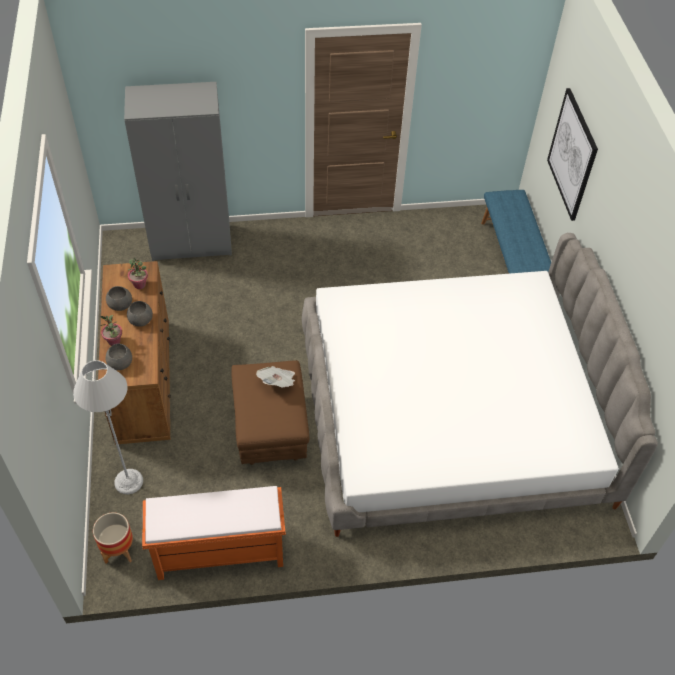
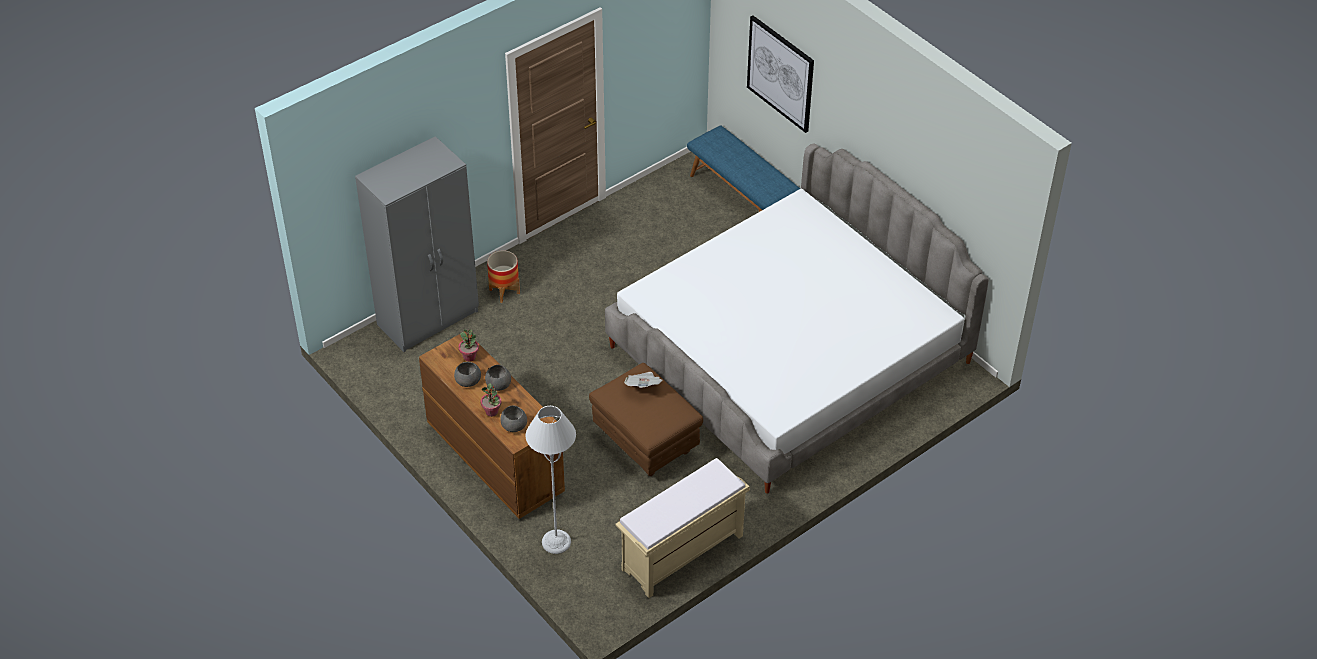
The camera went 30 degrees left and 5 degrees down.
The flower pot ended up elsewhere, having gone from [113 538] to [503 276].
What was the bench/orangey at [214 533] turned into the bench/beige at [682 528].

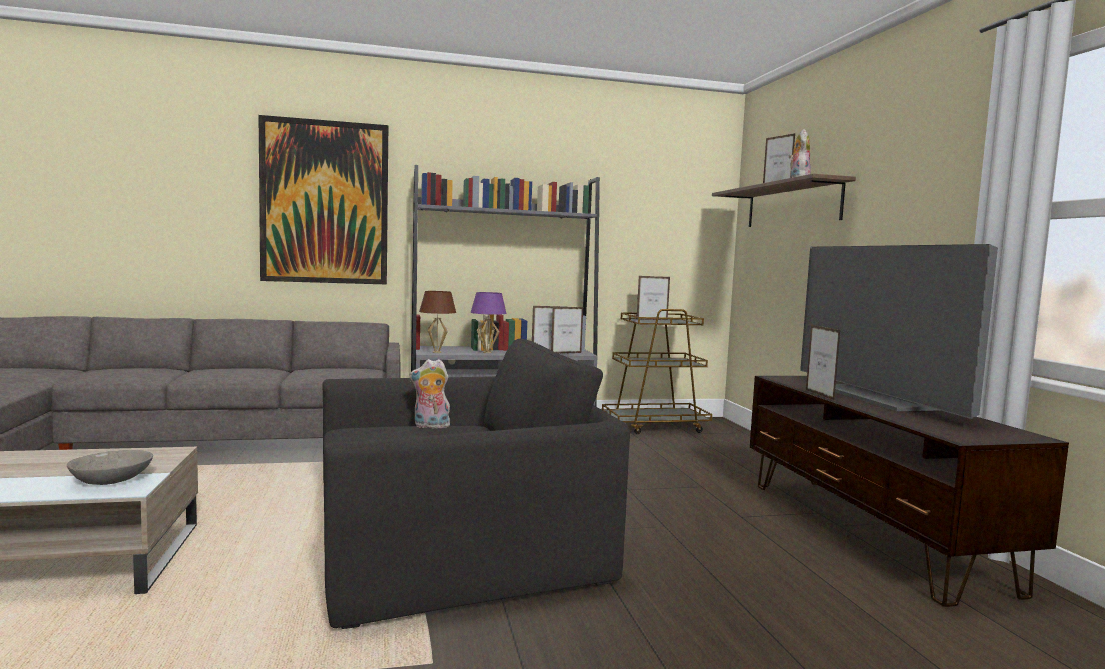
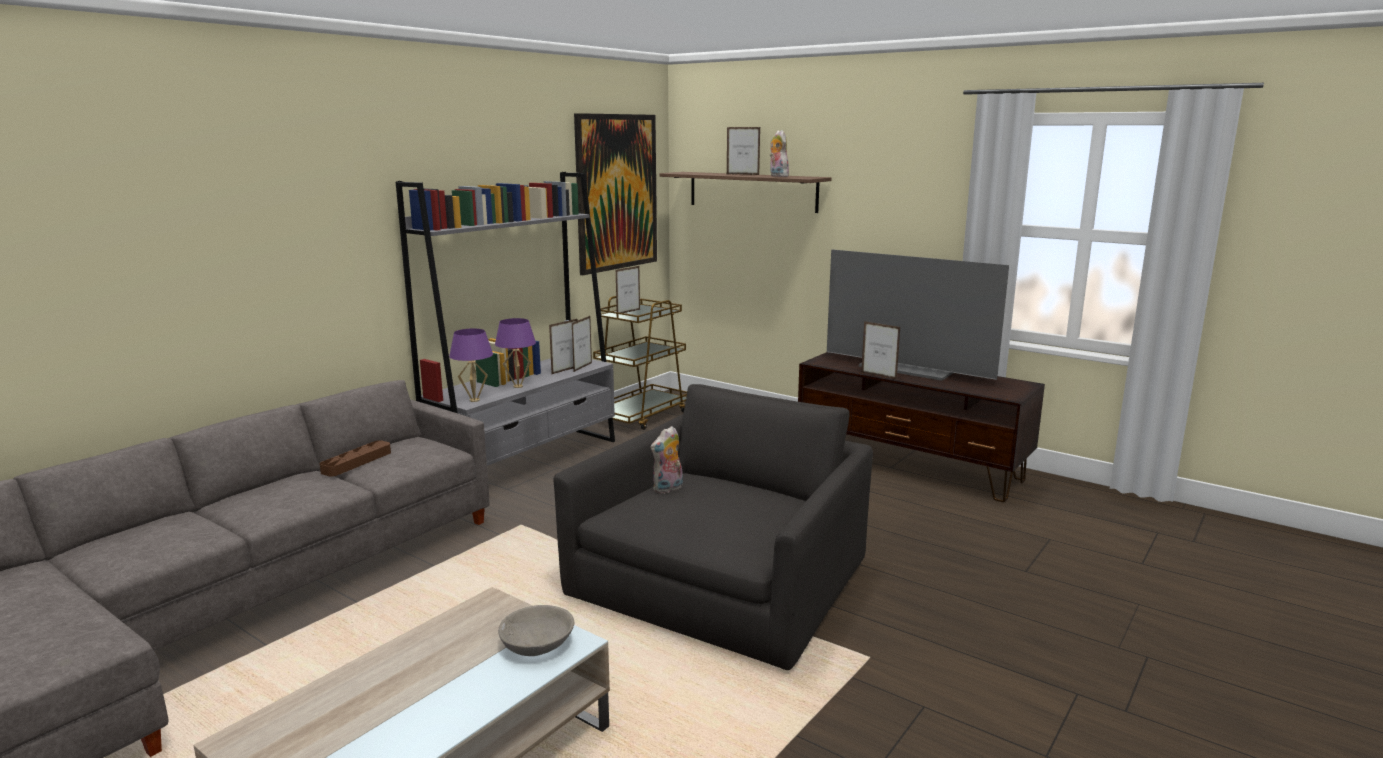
The camera went 40 degrees left and 10 degrees up.
The second view gained the tray/brown-coloured at [355 458].
What was the table lamp/brown-coloured at [437 322] turned into the table lamp/purplish at [471 365].
The wall picture ended up elsewhere, having gone from [323 200] to [615 194].

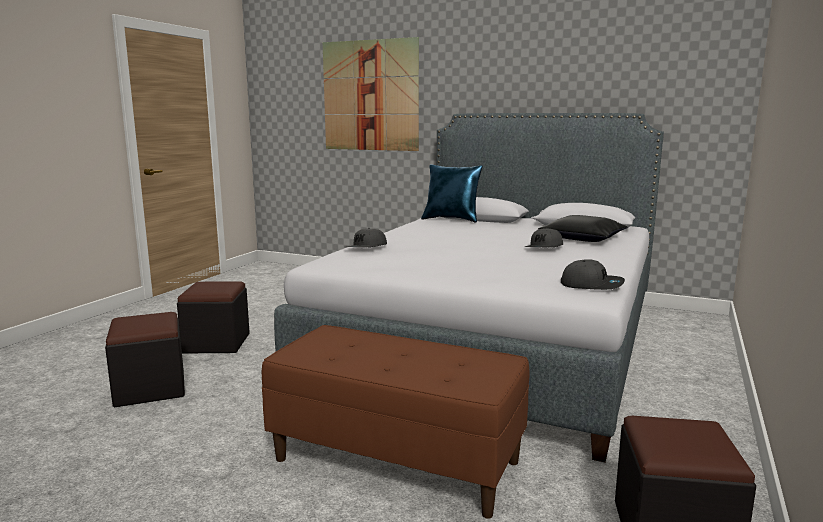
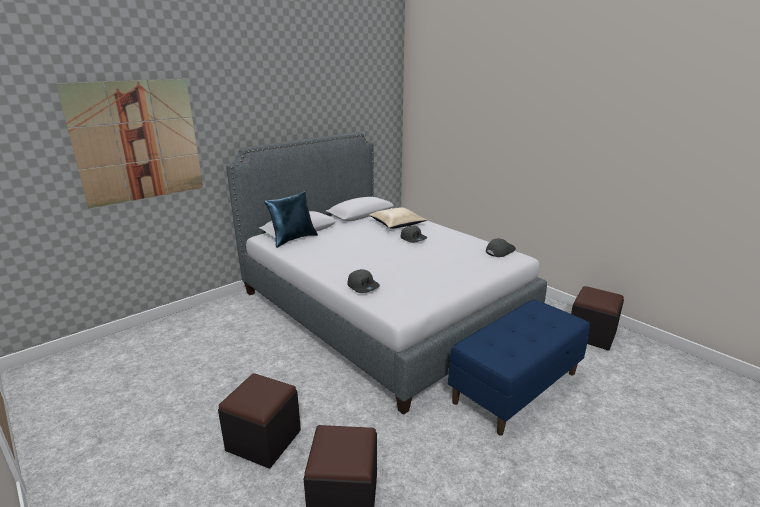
The camera went 65 degrees left and 10 degrees up.
What was the throw pillow/blackish at [582 228] turned into the throw pillow/beige at [398 218].
What was the bench/brown-coloured at [395 422] turned into the bench/blue at [519 367].

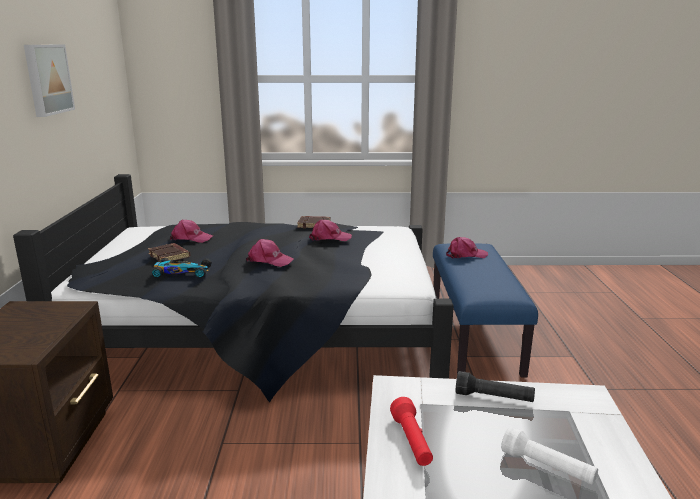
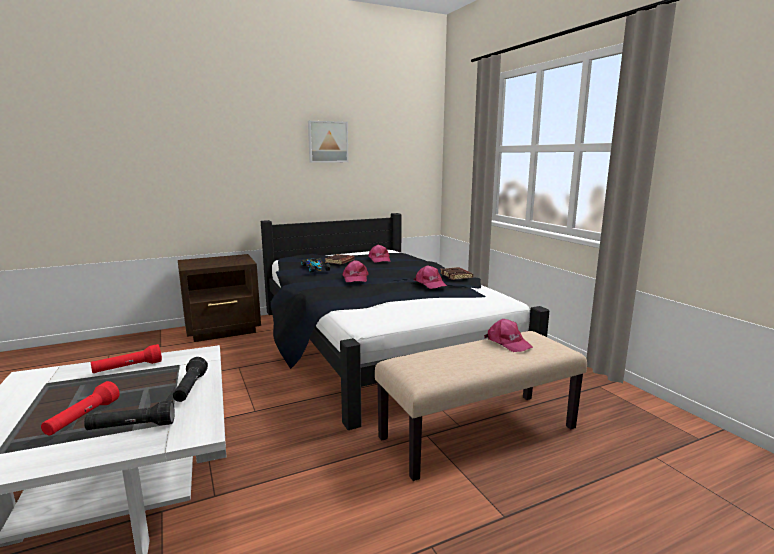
The camera went 65 degrees right and 5 degrees down.
What was the hand torch/white-coloured at [549 455] turned into the hand torch/red at [80 408].
The second view gained the hand torch/blackish at [129 415].
What was the bench/blue at [485 310] turned into the bench/beige at [481 406].

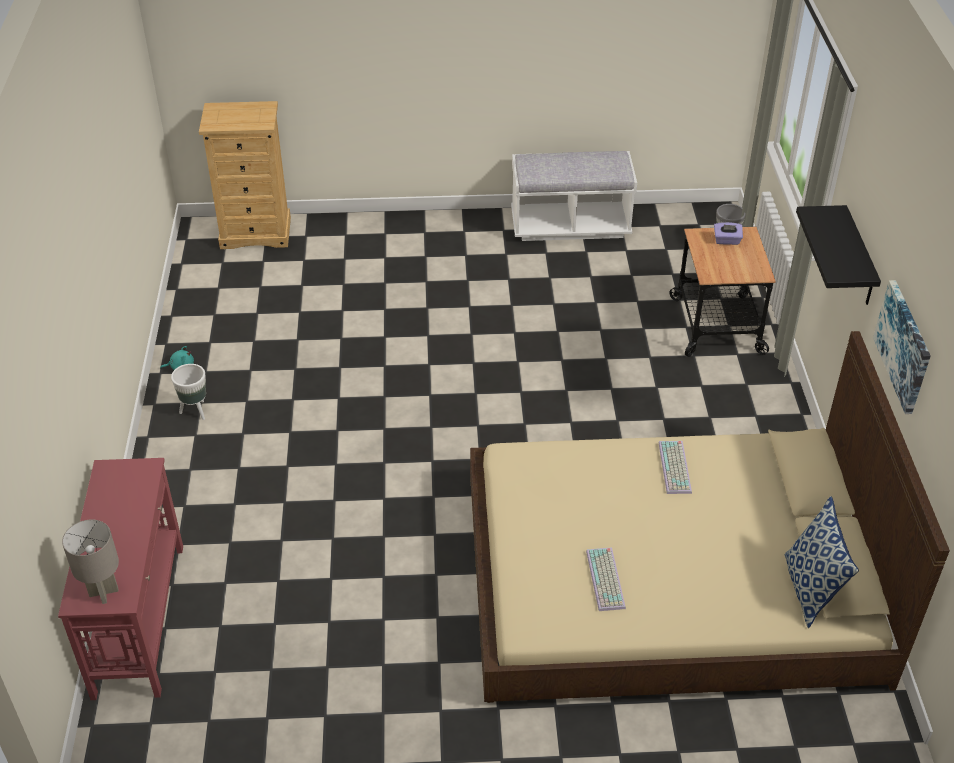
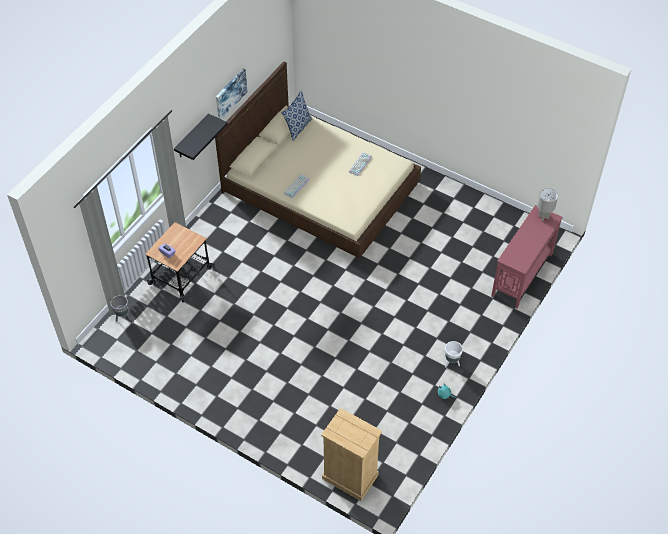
The camera went 145 degrees left and 10 degrees up.
The second view lost the bench/white-coloured at [574 196].

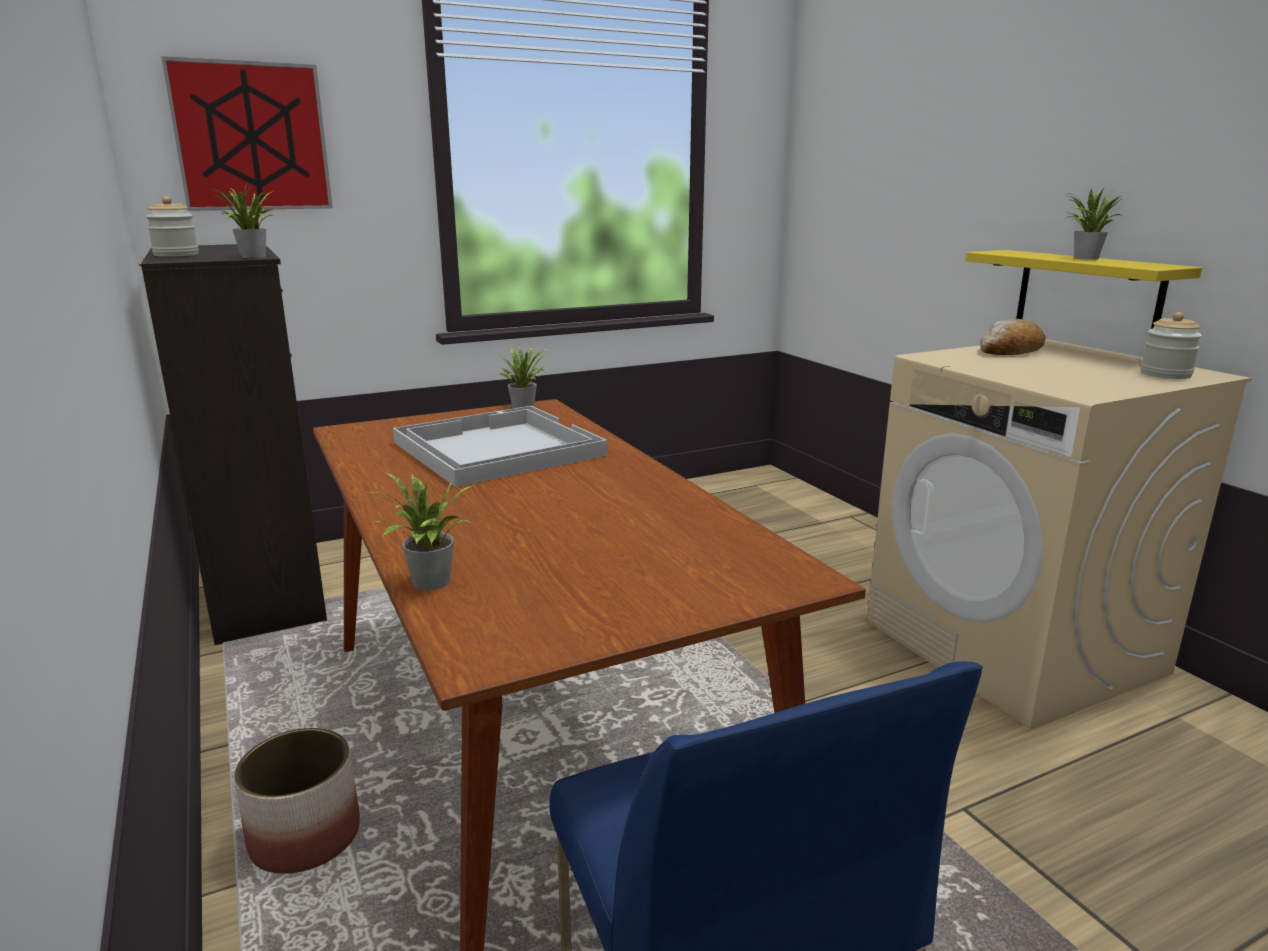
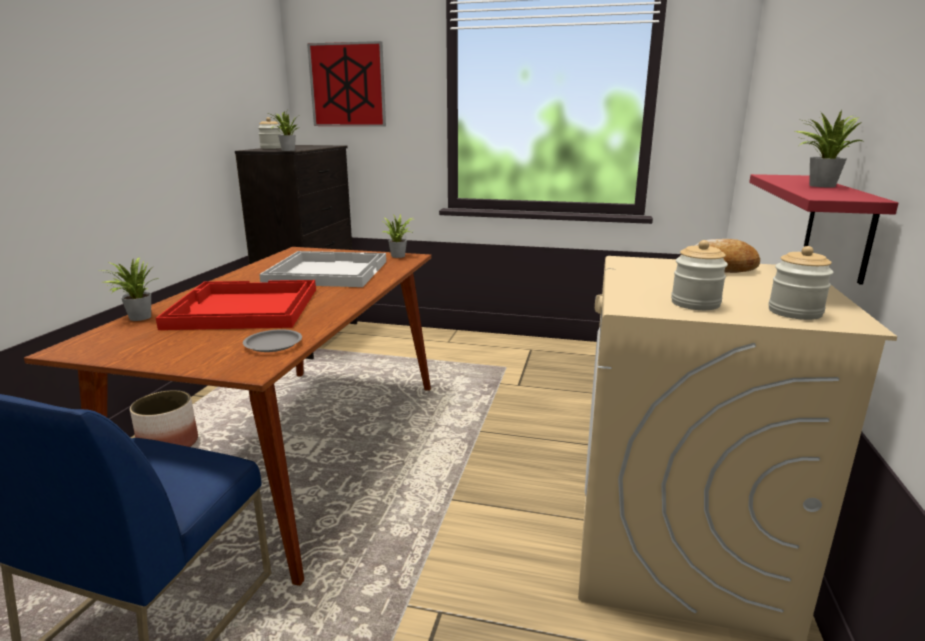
The camera went 40 degrees right and 0 degrees up.
The second view gained the tray/red at [236 305].
The second view gained the flat dish/greyish at [272 340].
The second view gained the preserve jar at [699 275].
What was the wall shelf/yellow-coloured at [1083 289] turned into the wall shelf/red at [823 229].

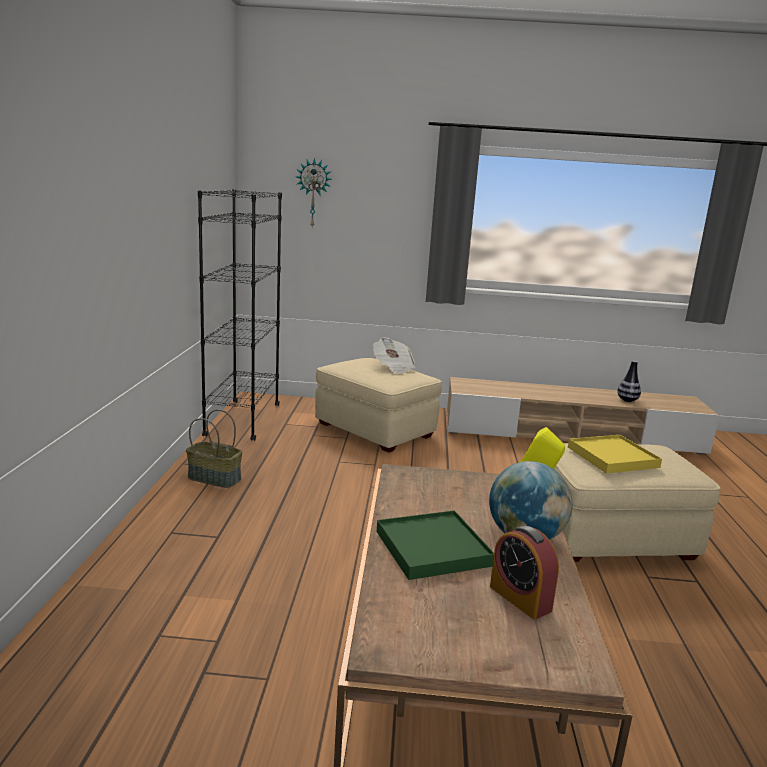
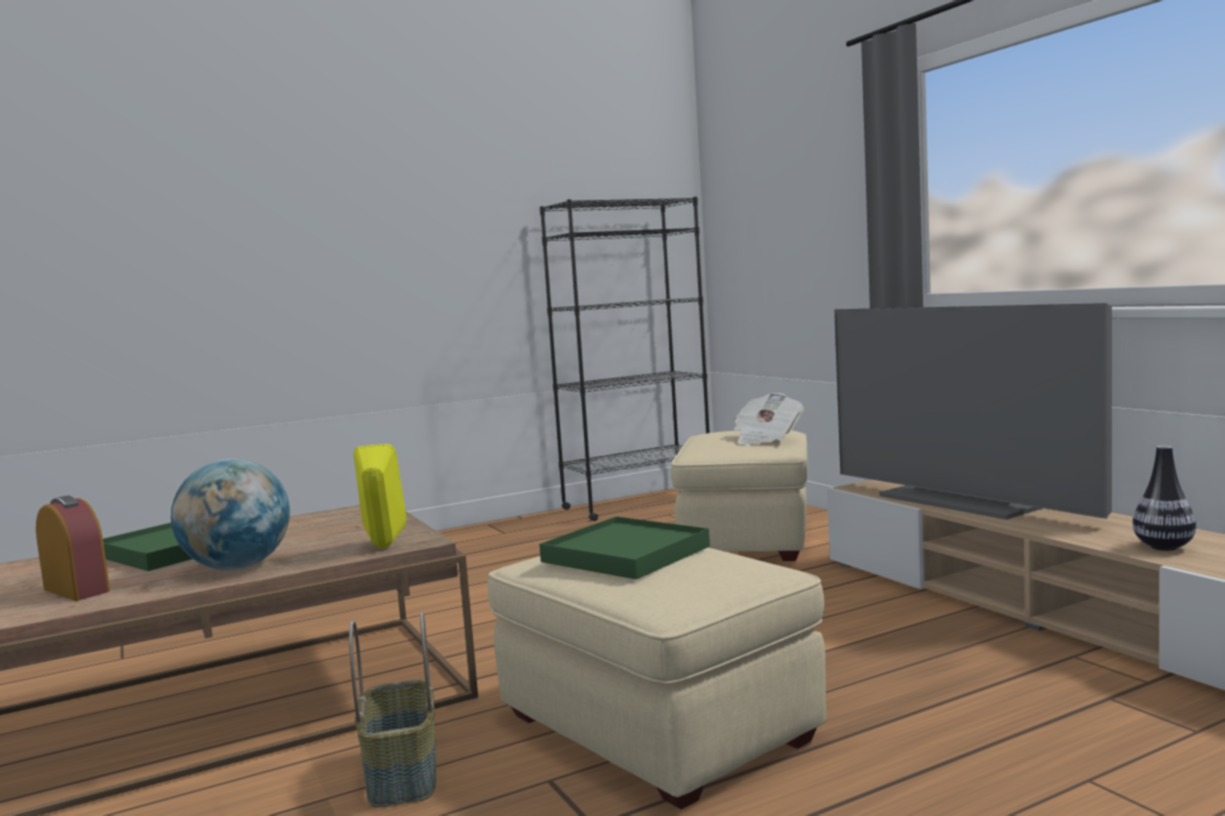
The camera went 60 degrees right and 10 degrees down.
The alarm clock at [524 572] ended up facing another way, 105 degrees clockwise from before.
The storage basket ended up elsewhere, having gone from [214 448] to [392 709].
What was the tray/yellow-coloured at [615 454] turned into the tray/green at [624 547].
The second view gained the TV at [973 411].
The second view lost the clock on the wall at [314 192].

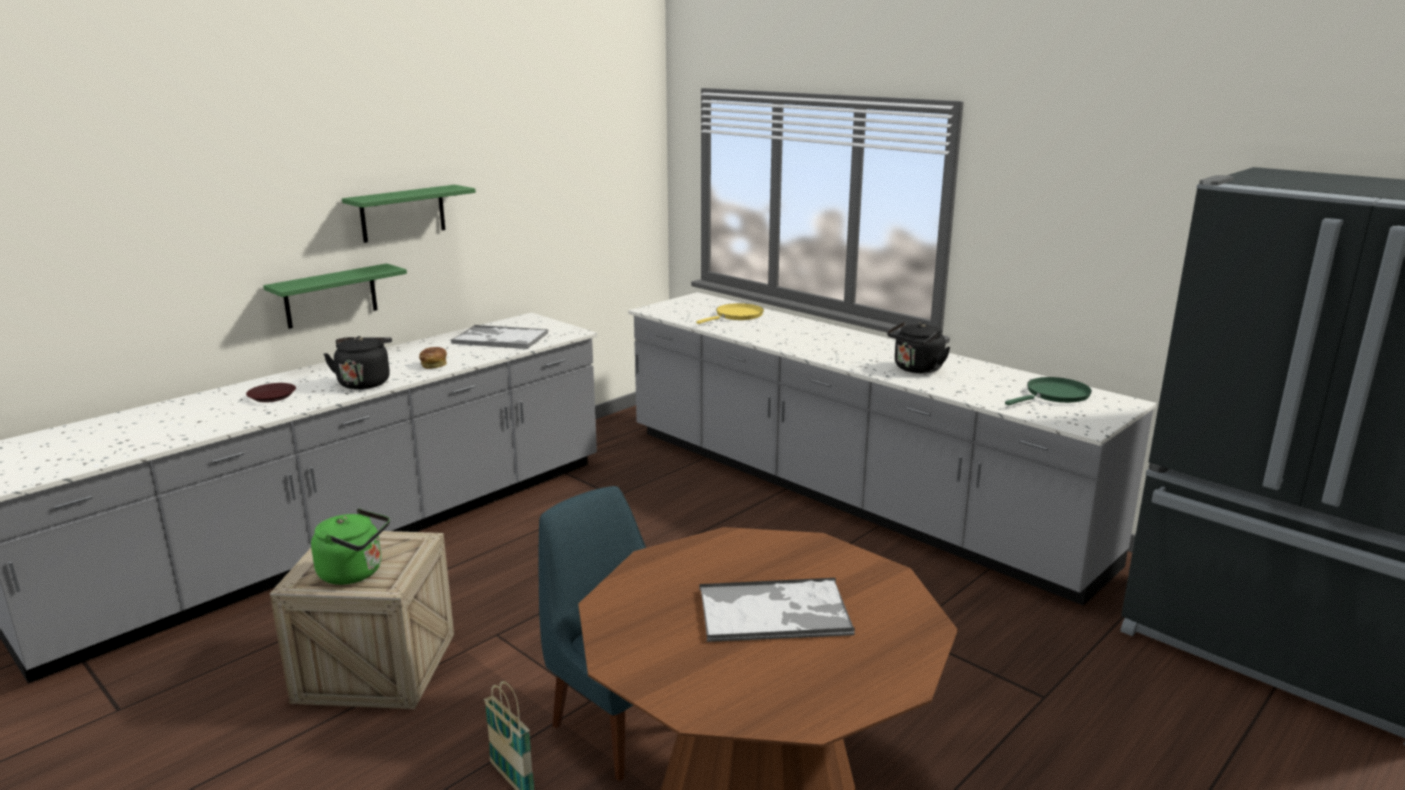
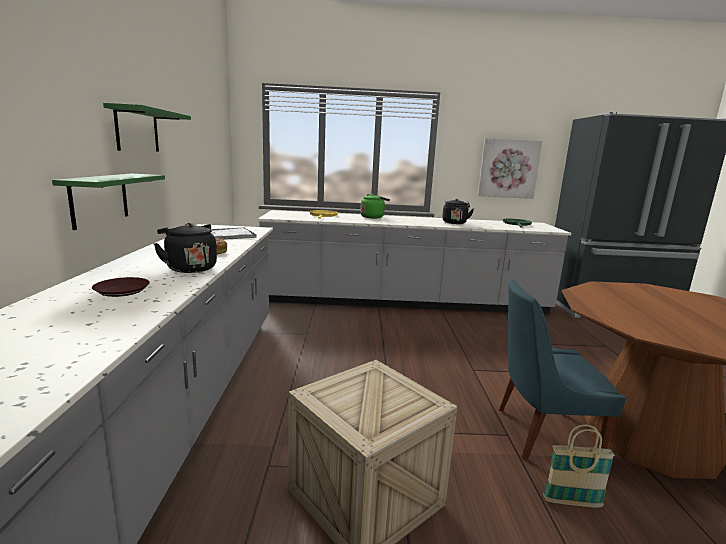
The camera went 45 degrees left and 5 degrees down.
The water kettle/green ended up elsewhere, having gone from [350 547] to [375 206].
The second view gained the wall picture at [510 168].
The second view lost the tray at [777 610].

